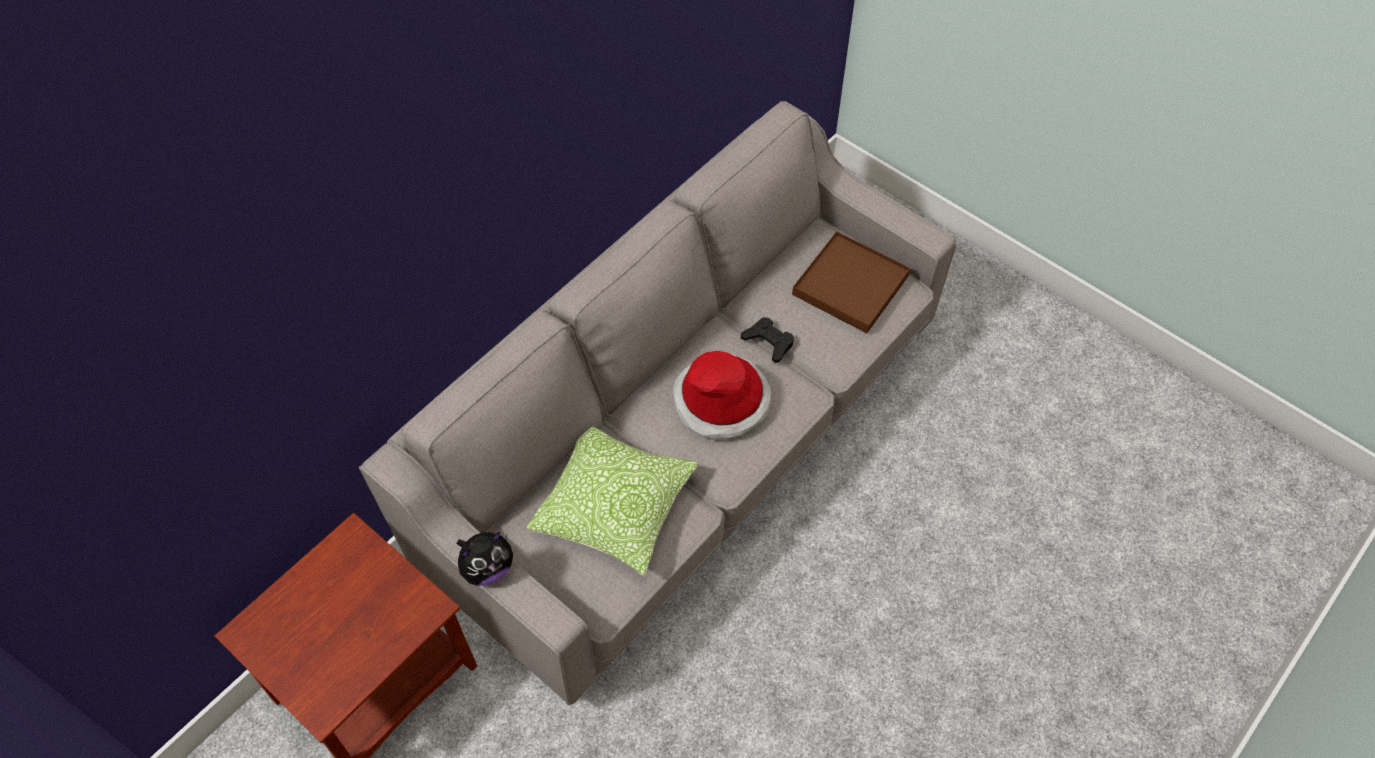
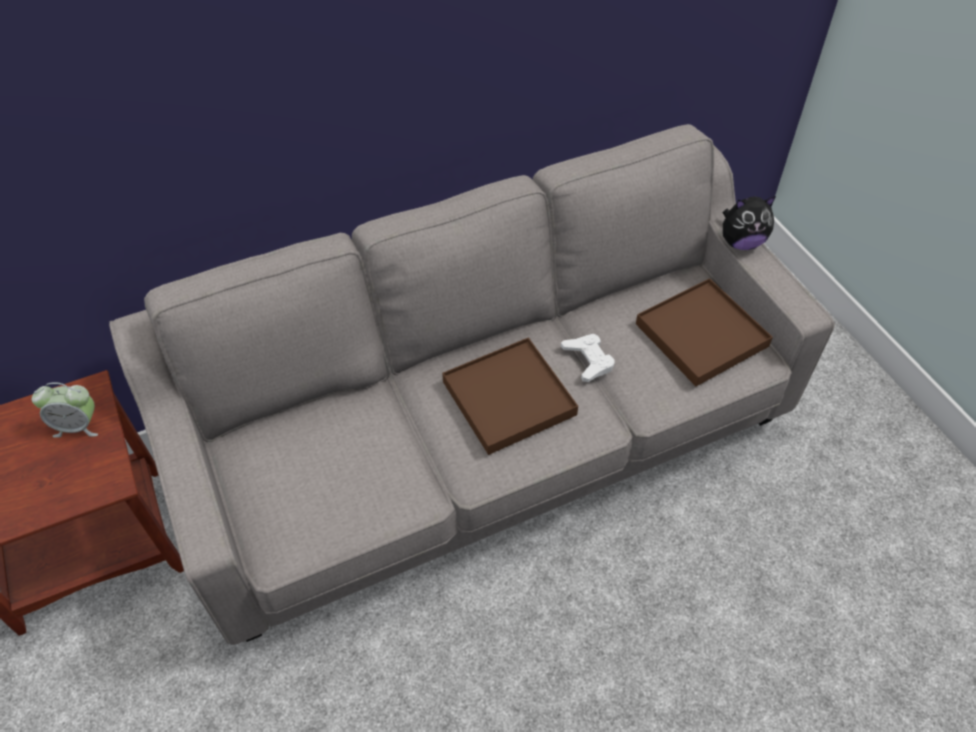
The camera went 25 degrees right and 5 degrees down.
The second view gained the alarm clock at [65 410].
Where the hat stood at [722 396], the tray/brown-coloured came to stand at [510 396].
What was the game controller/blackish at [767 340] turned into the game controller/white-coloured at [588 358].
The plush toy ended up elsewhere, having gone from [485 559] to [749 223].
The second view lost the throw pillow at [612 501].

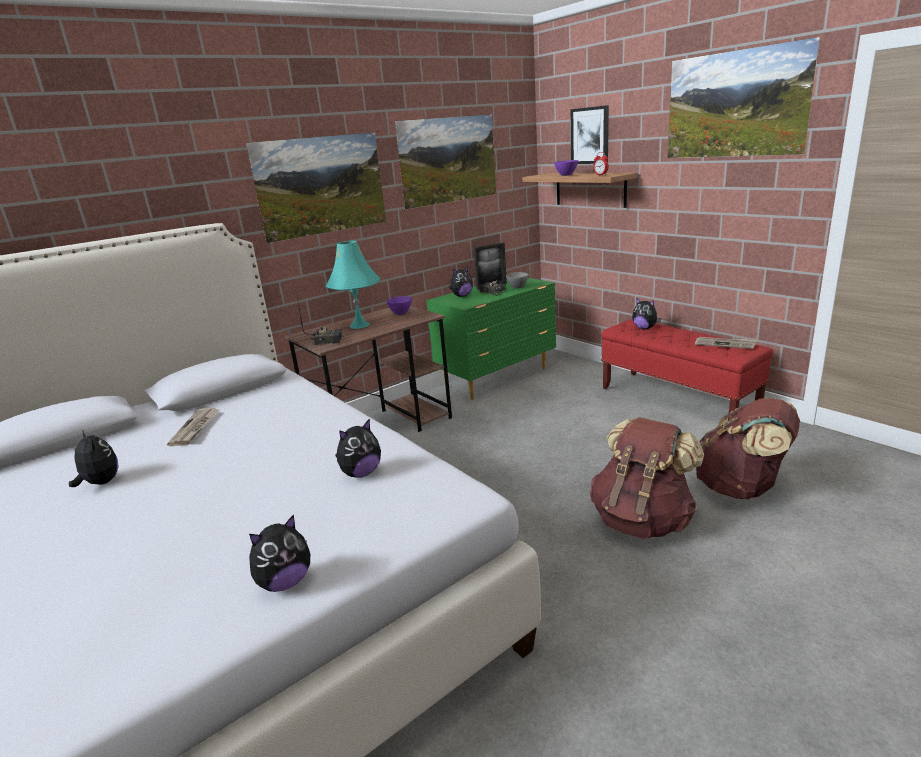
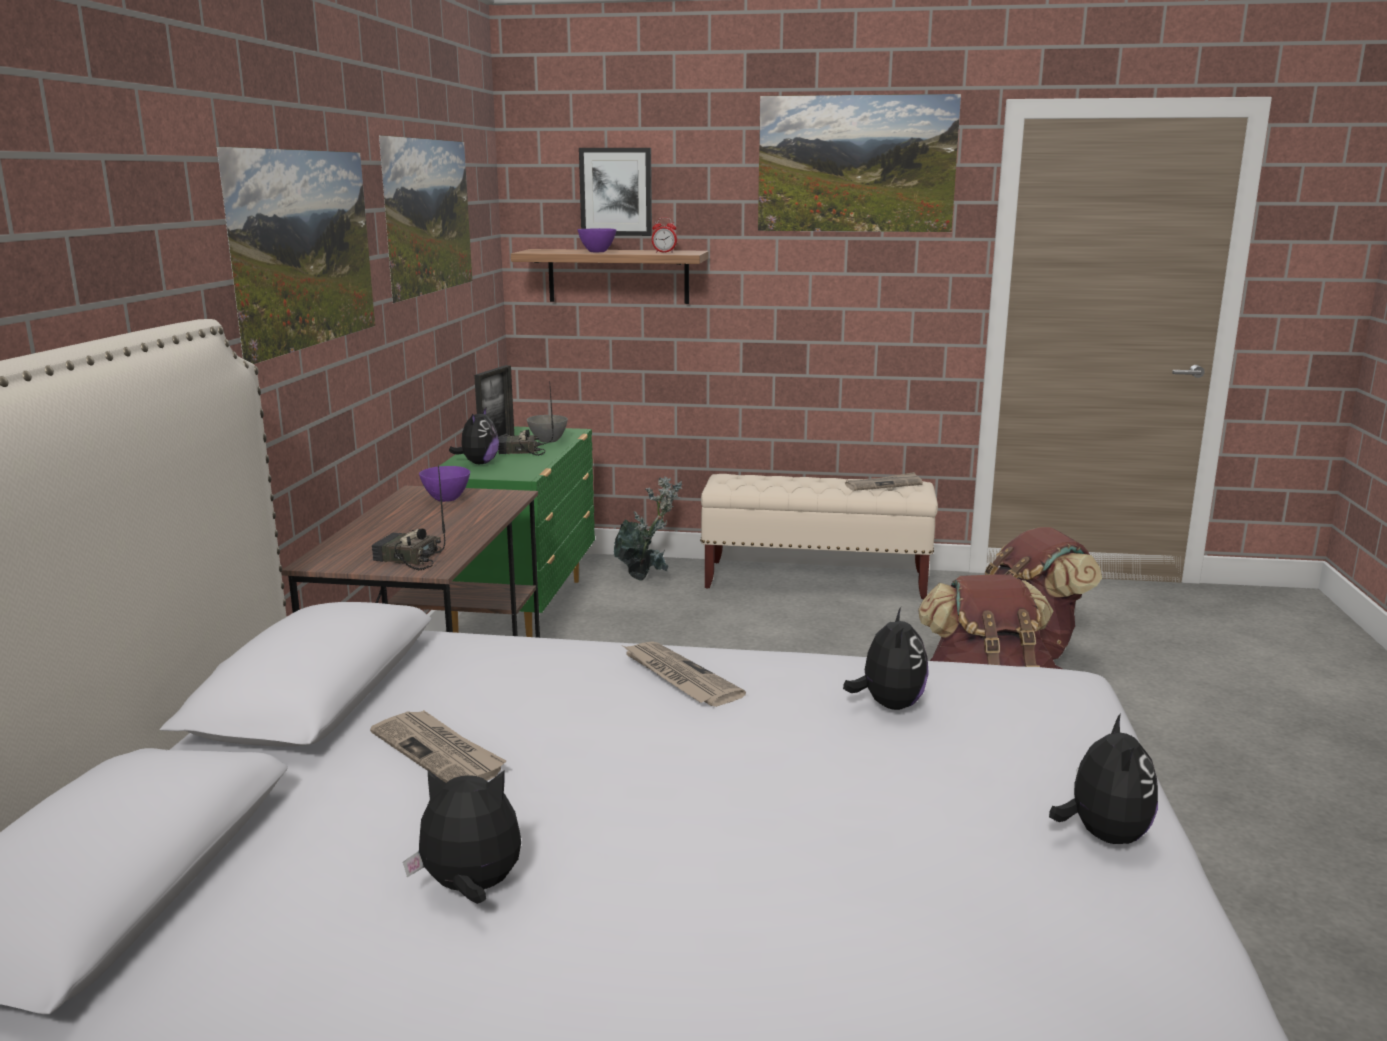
The camera went 45 degrees left and 5 degrees down.
The radio set at [319 321] ended up facing another way, 120 degrees counterclockwise from before.
The second view gained the houseplant at [648 528].
The second view gained the newspaper at [684 674].
What was the bench/red at [687 370] turned into the bench/beige at [819 537].
The second view lost the table lamp/blue-green at [352 285].
The second view lost the plush toy at [647 314].

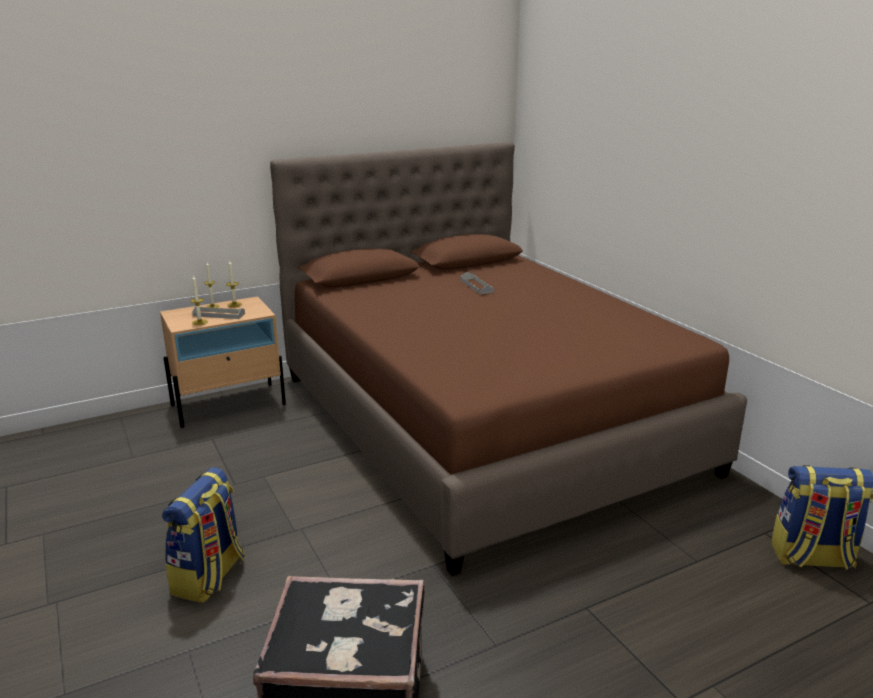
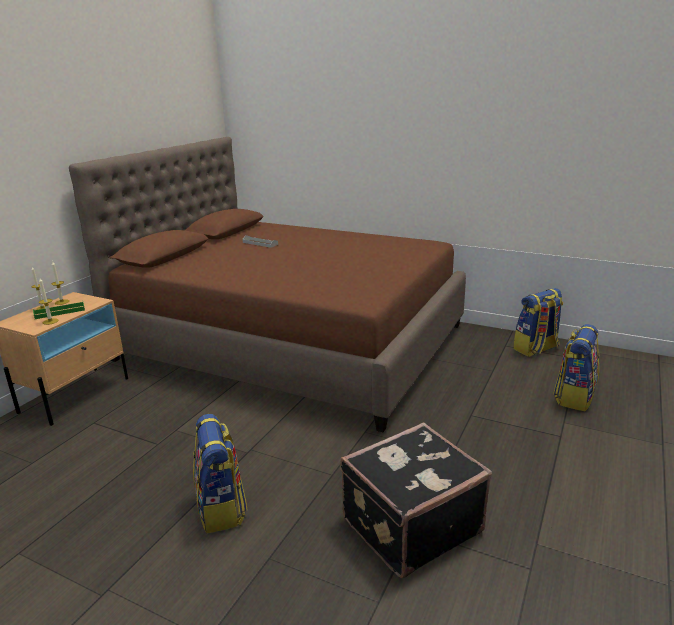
The camera went 35 degrees left and 0 degrees up.
What was the tray/greyish at [218 312] turned into the tray/green at [59 310].
The second view gained the backpack at [576 367].

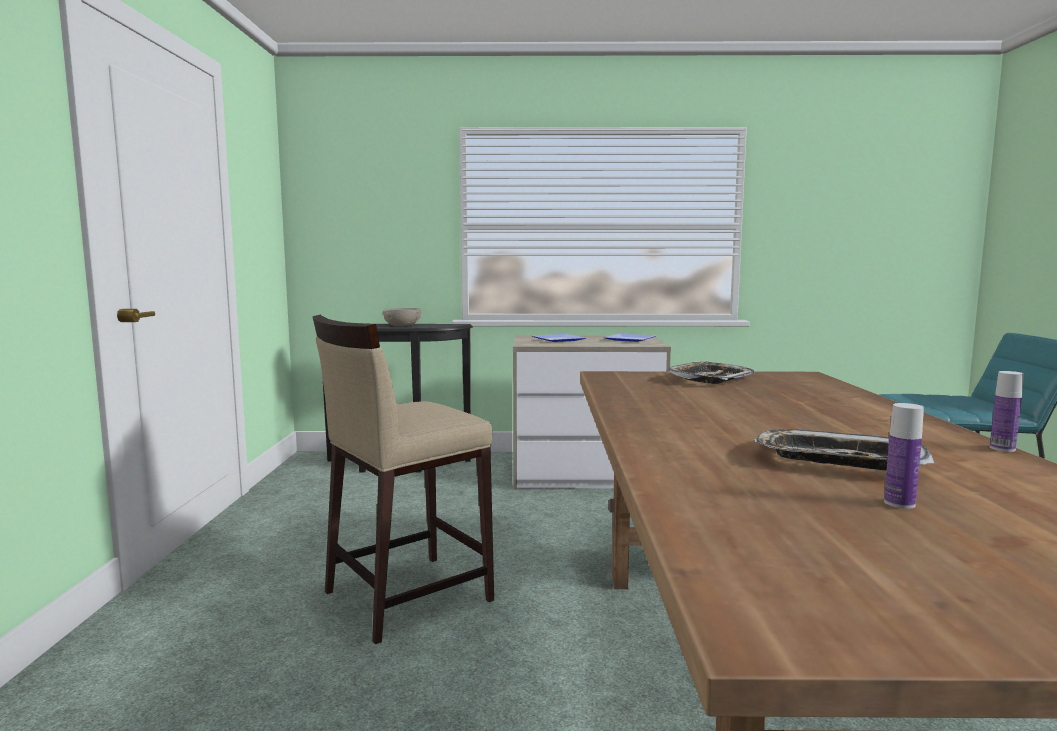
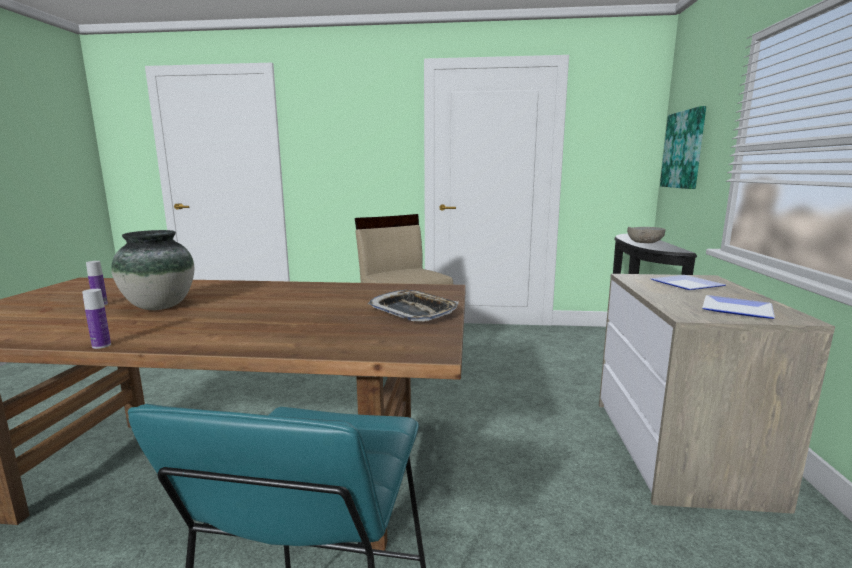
The camera went 95 degrees right and 5 degrees up.
Where the tray stood at [844 449], the vase came to stand at [152 270].
The second view gained the wall picture at [683 147].

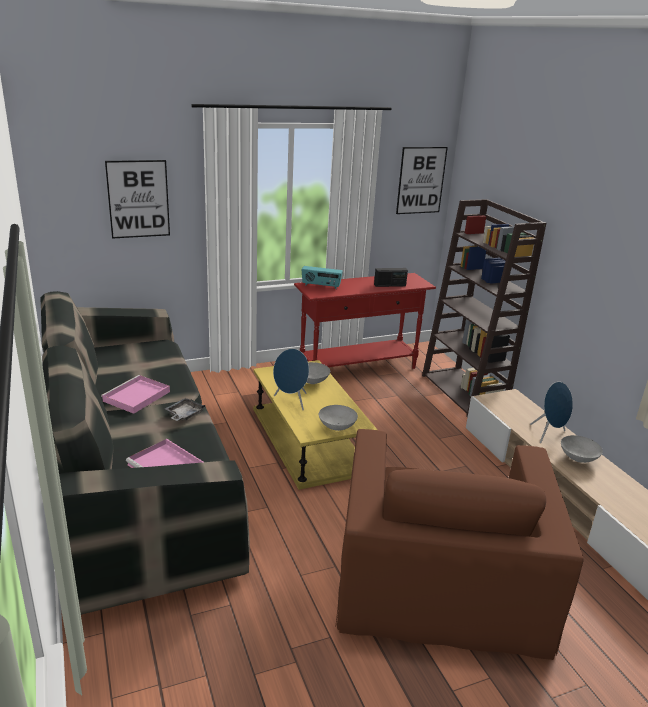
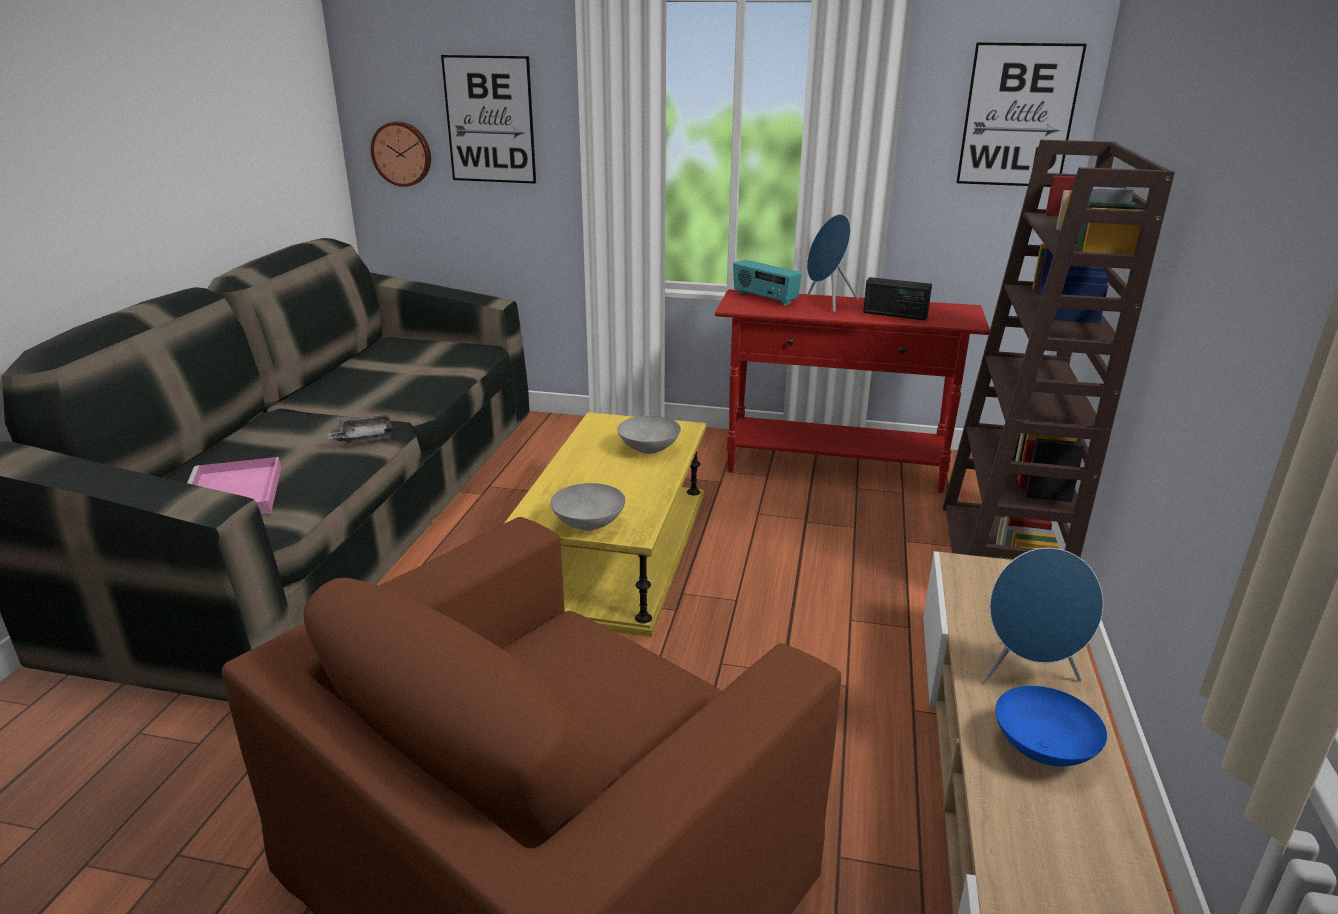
The camera went 35 degrees right and 0 degrees up.
The second view gained the clock on the wall at [400 154].
The loudspeaker/blue ended up elsewhere, having gone from [291 379] to [833 263].
What was the serving bowl/greyish at [582 449] turned into the serving bowl/blue at [1051 726].
The second view lost the tray/pinkish at [135 394].

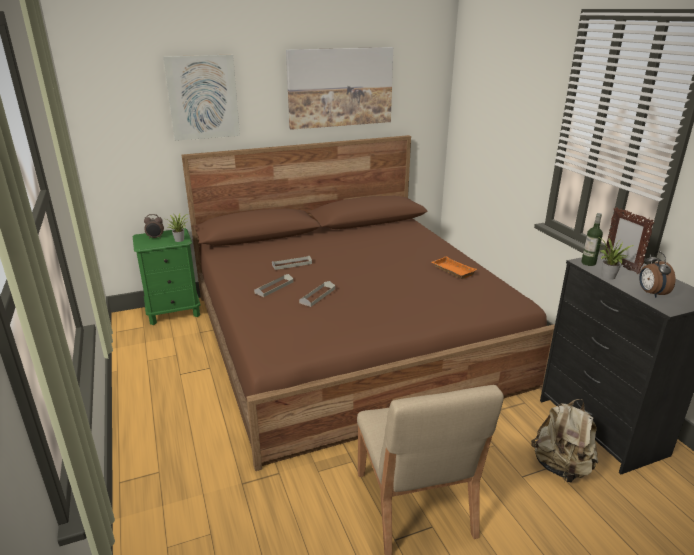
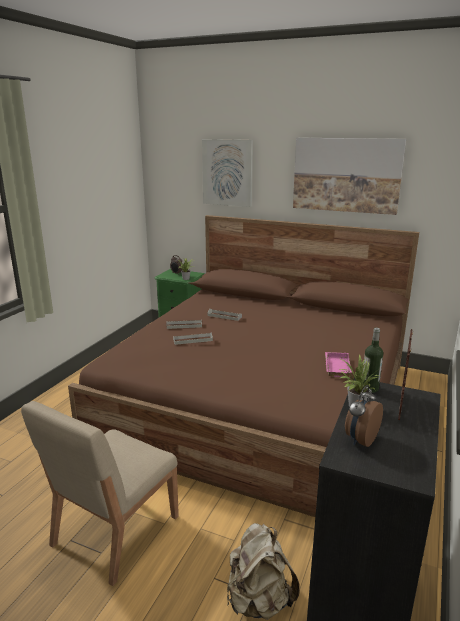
The camera went 45 degrees right and 5 degrees down.
What was the tray/orangey at [454 267] turned into the tray/pinkish at [338 364].

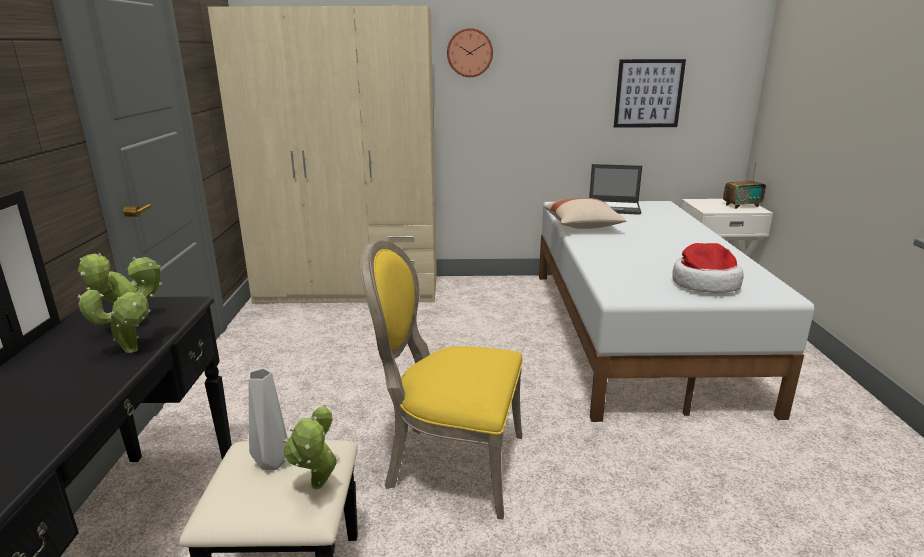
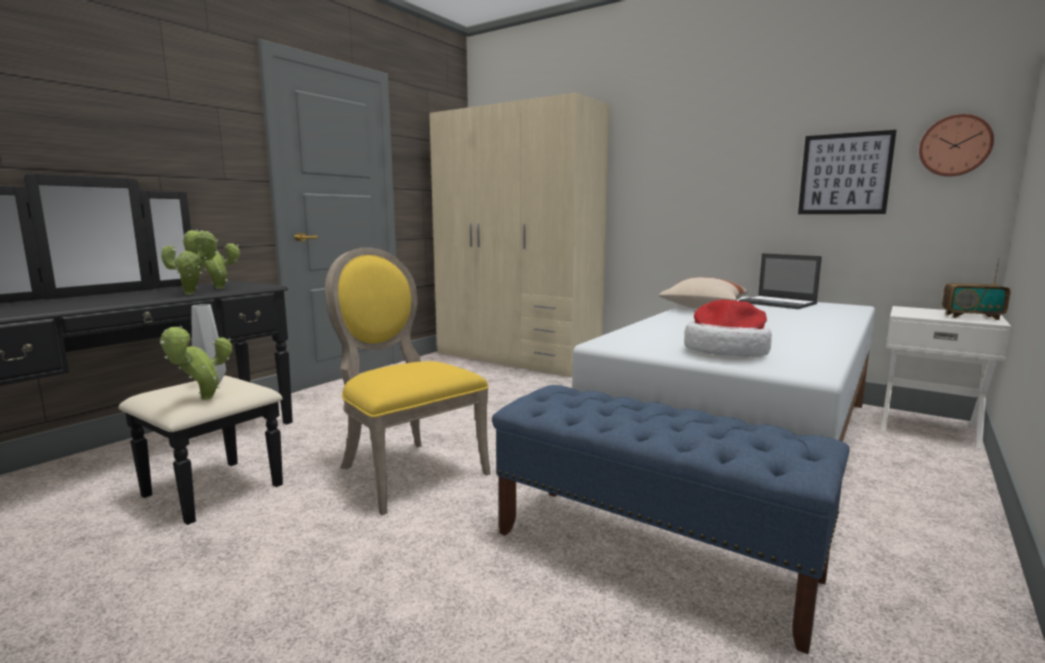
The camera went 35 degrees right and 10 degrees down.
The second view gained the bench/blue at [671 519].
The clock on the wall ended up elsewhere, having gone from [470 52] to [956 145].

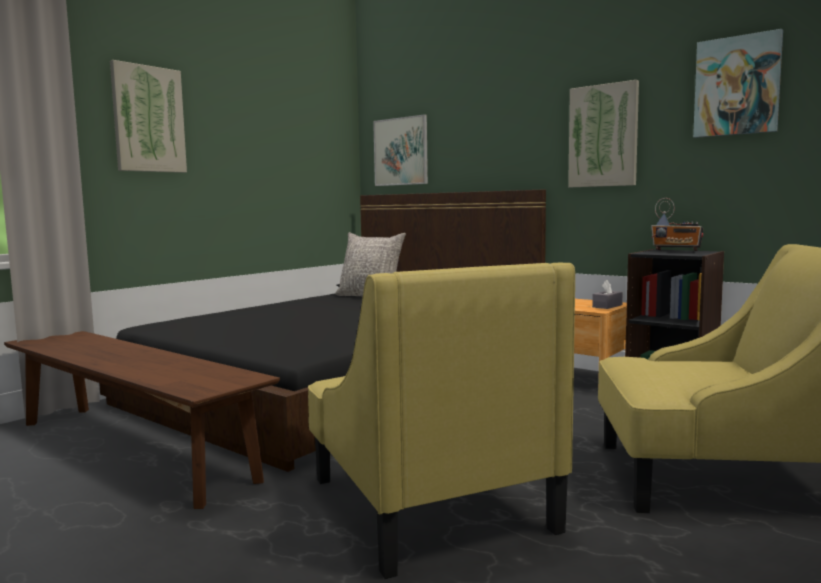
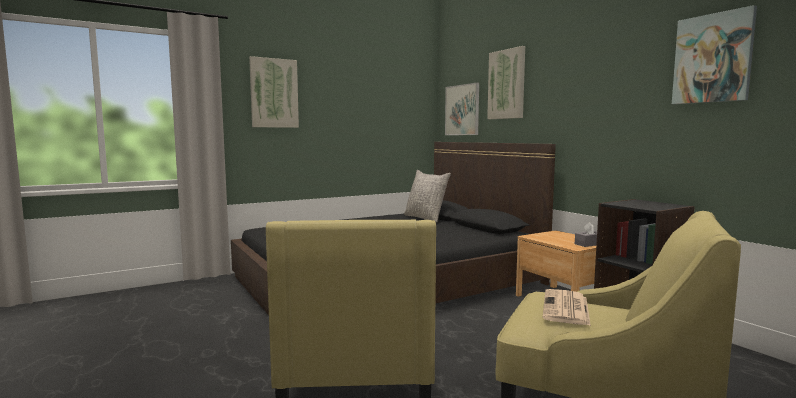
The camera went 20 degrees right and 0 degrees up.
The wall picture ended up elsewhere, having gone from [603 133] to [506 82].
The second view gained the newspaper at [566 307].
The second view lost the bench/brown-coloured at [142 420].
The second view lost the radio set at [677 224].

